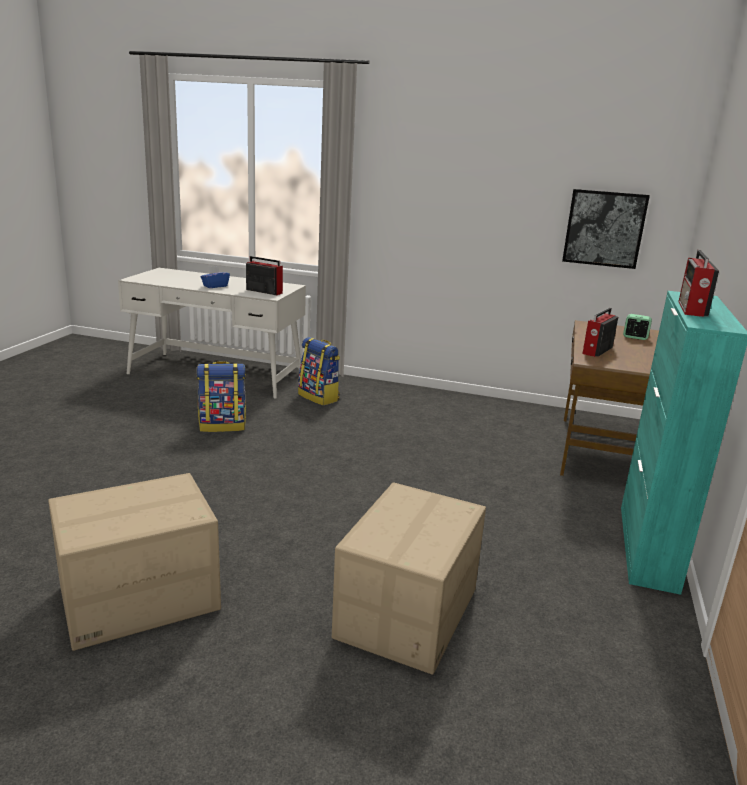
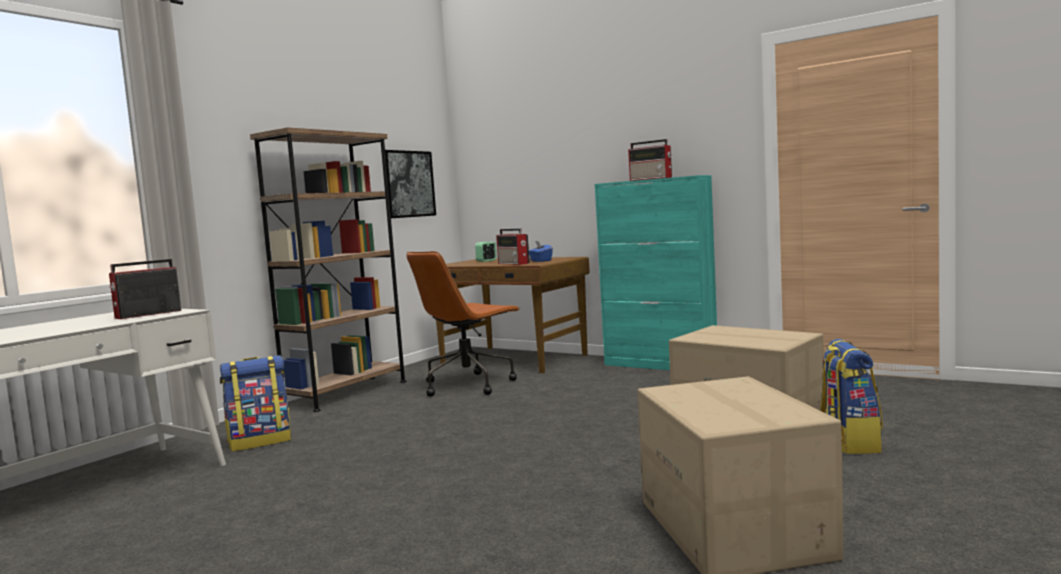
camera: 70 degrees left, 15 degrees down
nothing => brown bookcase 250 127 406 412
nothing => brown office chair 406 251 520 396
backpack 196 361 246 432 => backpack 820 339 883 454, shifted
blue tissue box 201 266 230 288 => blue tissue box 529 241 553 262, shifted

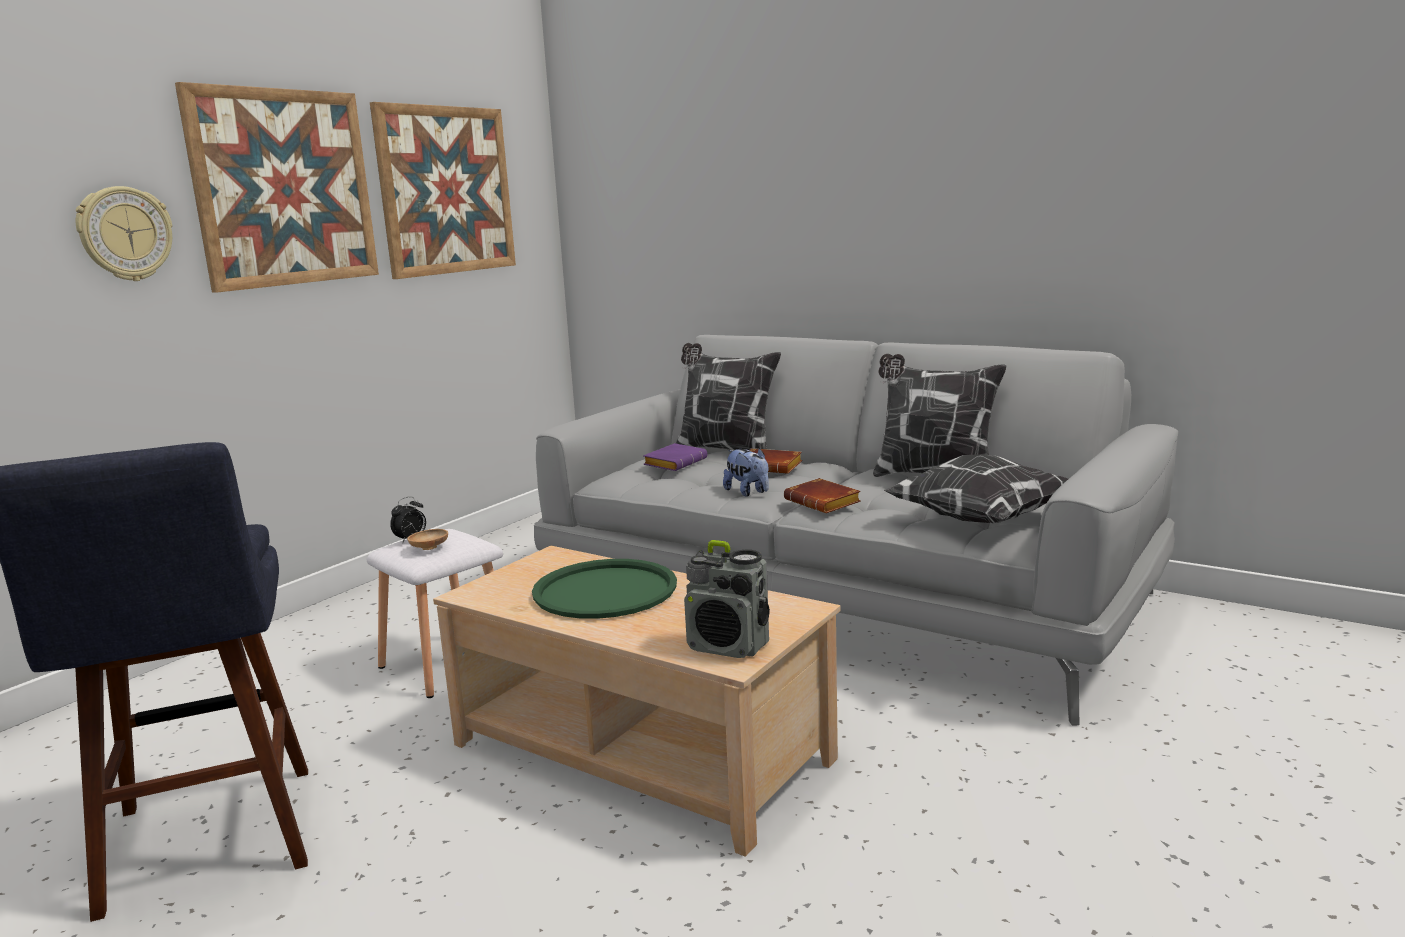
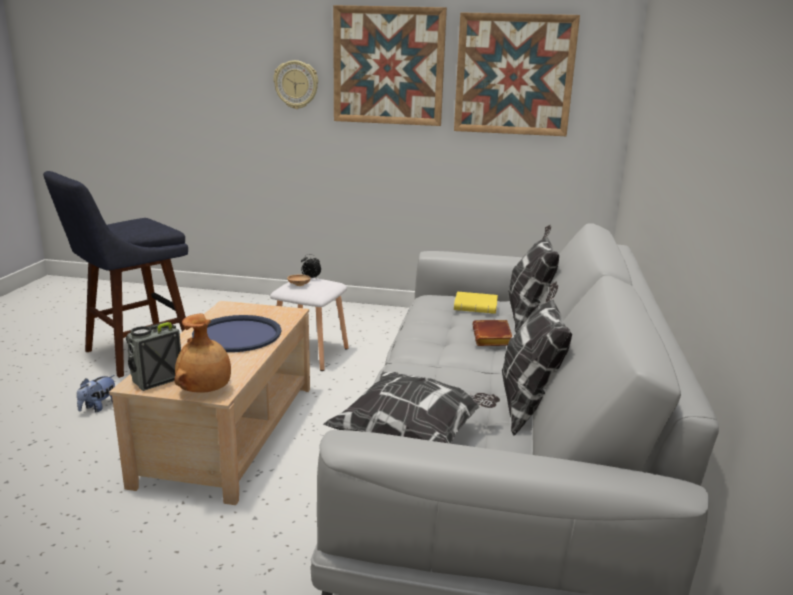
camera: 65 degrees right, 5 degrees up
brown book 784 478 861 513 => nothing
nothing => brown vase 174 313 231 393
plush toy 723 448 769 497 => plush toy 77 375 115 412, shifted
green tray 532 559 677 619 => blue tray 192 315 281 352
purple book 643 443 707 471 => yellow book 454 291 498 314
radio 684 540 770 658 => radio 126 322 181 391, 45 degrees clockwise

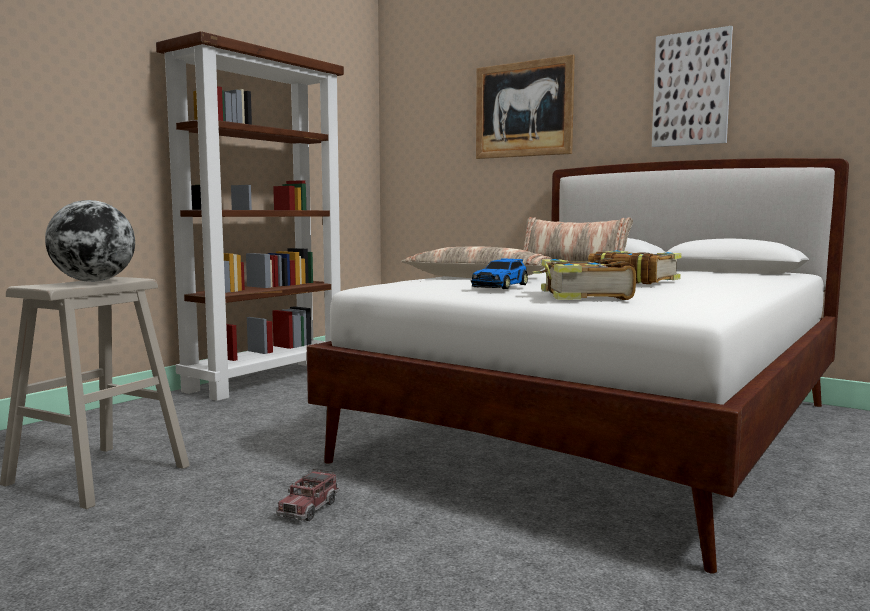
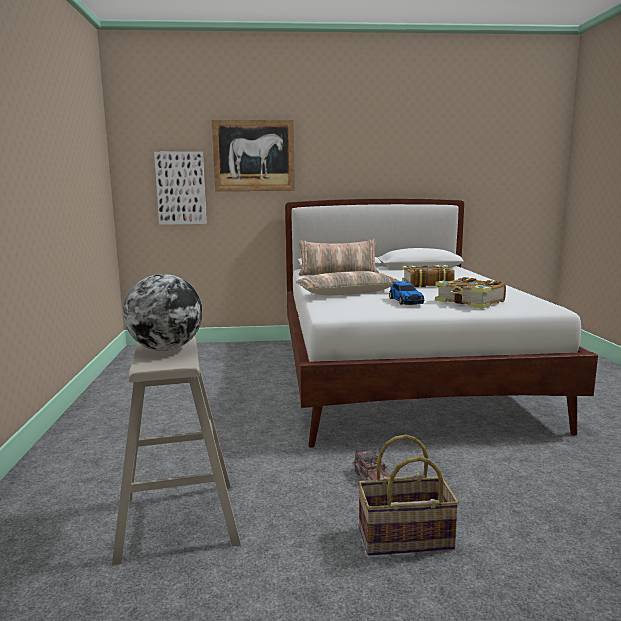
camera: 40 degrees left, 5 degrees up
brown bookcase 156 31 344 401 => nothing
nothing => basket 358 435 459 556
picture 652 26 733 147 => picture 154 151 207 225, shifted

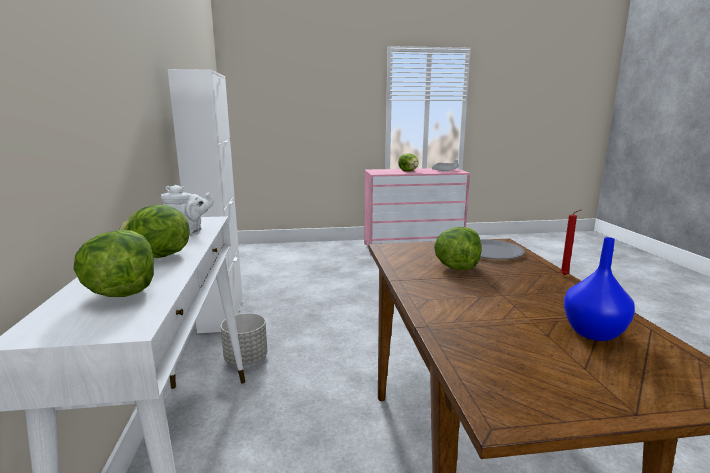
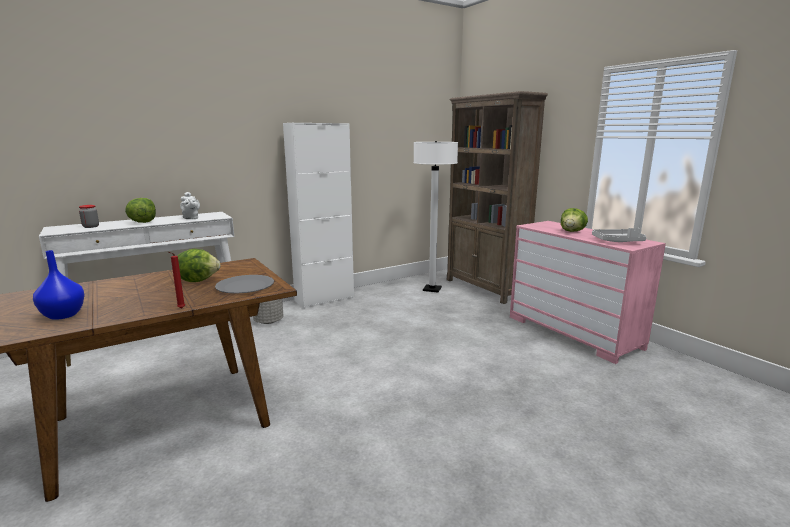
camera: 65 degrees right, 0 degrees up
nothing => white floor lamp 413 141 458 293
nothing => brown bookcase 447 91 548 304
lettuce 73 230 154 297 => jar 79 205 99 228

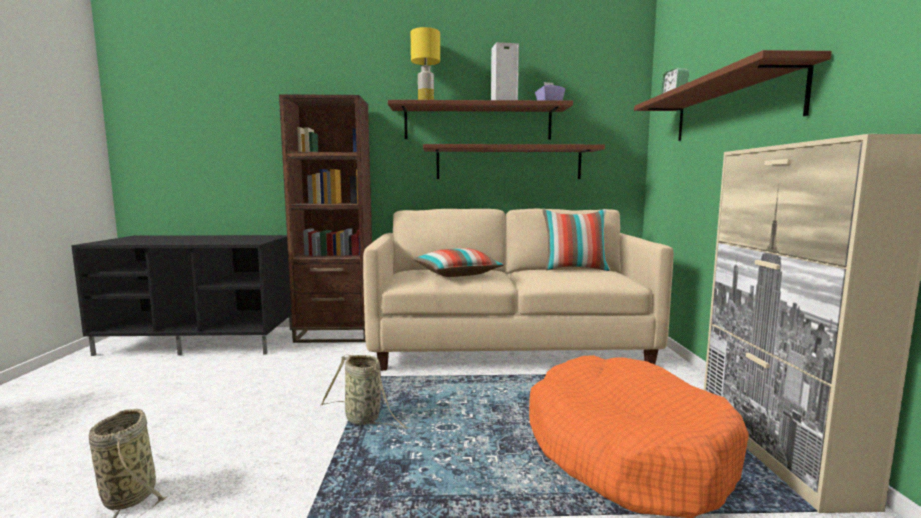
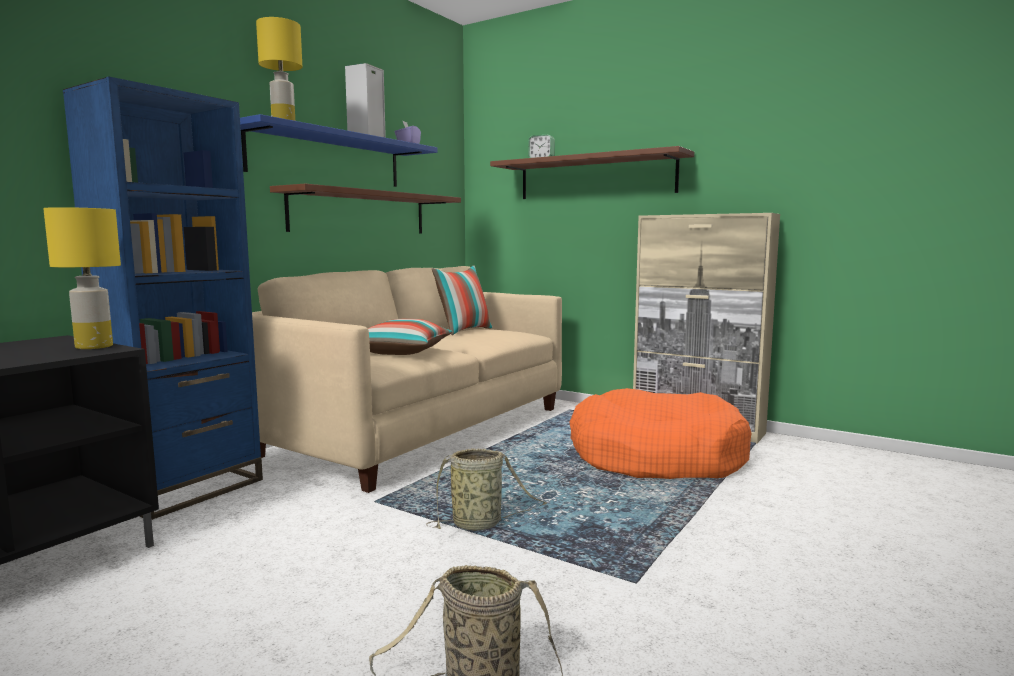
camera: 55 degrees left, 0 degrees up
nothing => yellow table lamp 43 207 121 349
brown bookcase 279 94 372 343 => blue bookcase 63 76 263 520
brown shelf 388 100 573 140 => blue shelf 240 114 438 187

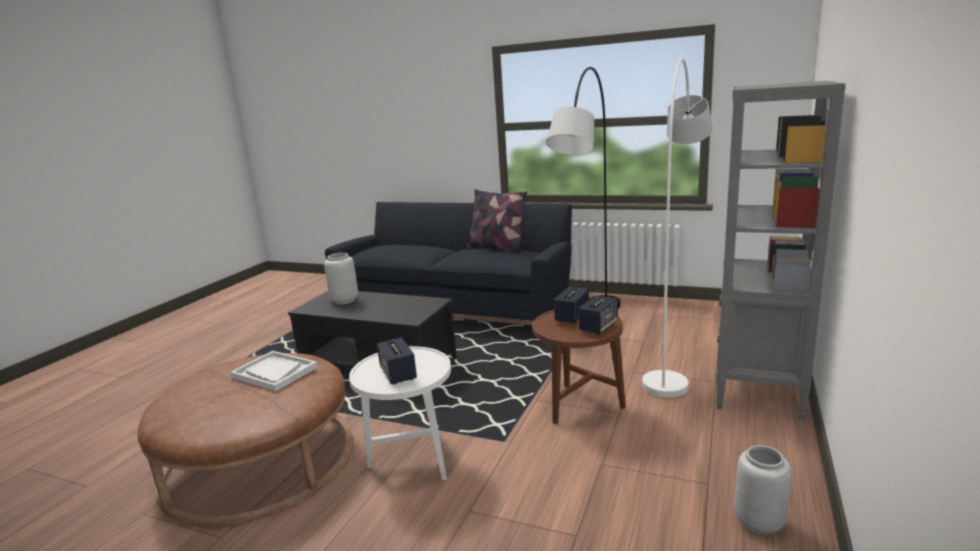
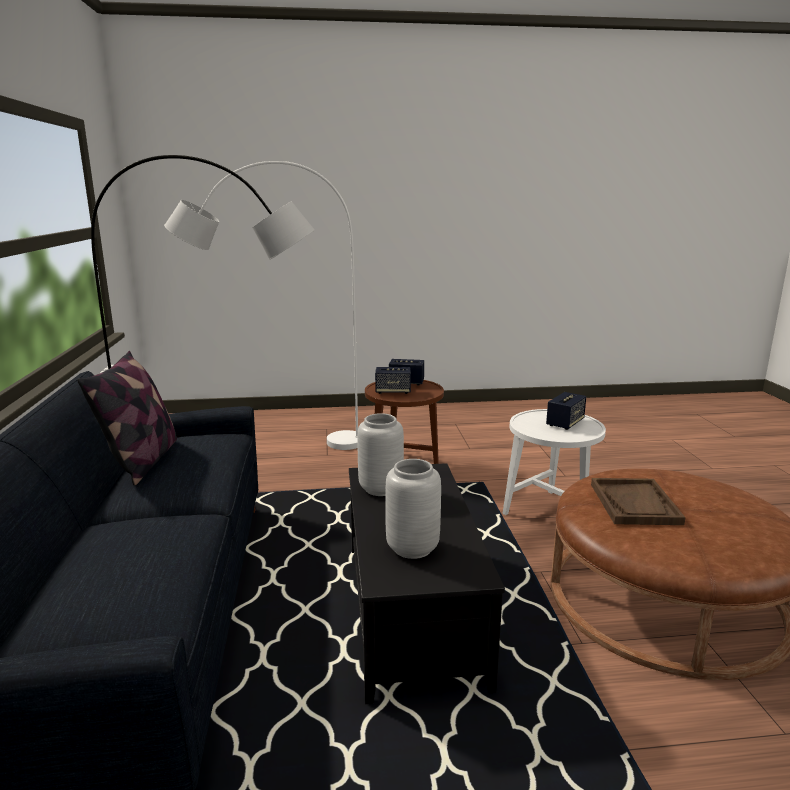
camera: 120 degrees left, 0 degrees up
grey bookcase 716 81 846 420 => nothing
grey vase 734 445 791 535 => grey vase 357 413 404 496, shifted
white tray 230 351 318 391 => brown tray 591 478 685 525

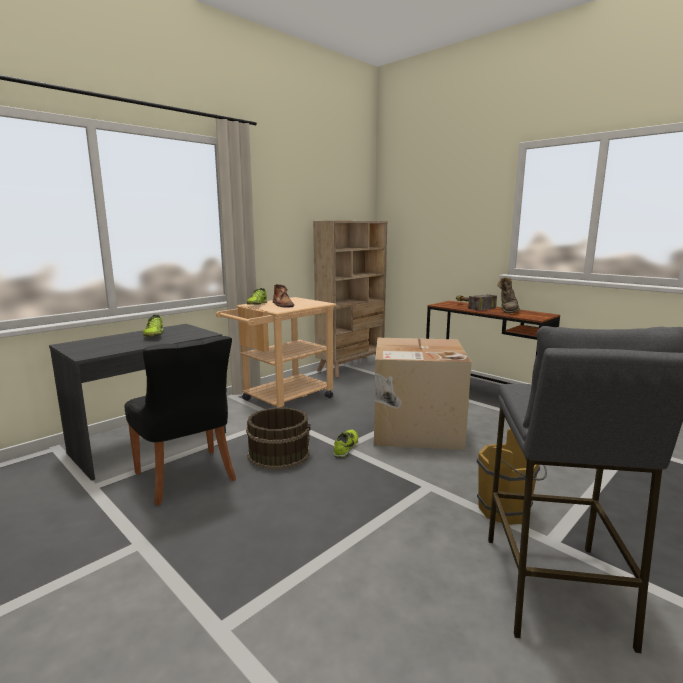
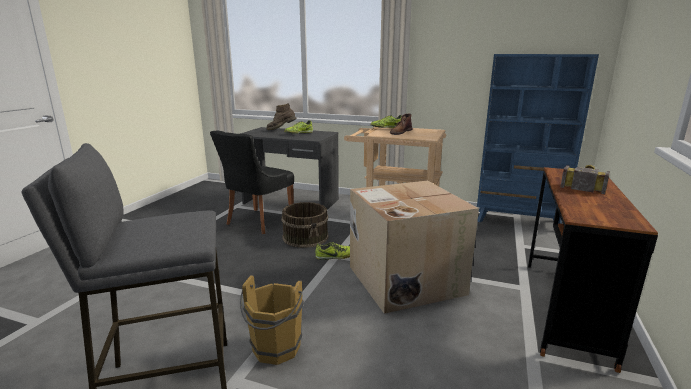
camera: 65 degrees right, 5 degrees up
brown boot 497 277 520 314 => brown boot 266 104 297 130, shifted
beige bookcase 313 221 387 377 => blue bookcase 477 54 599 224

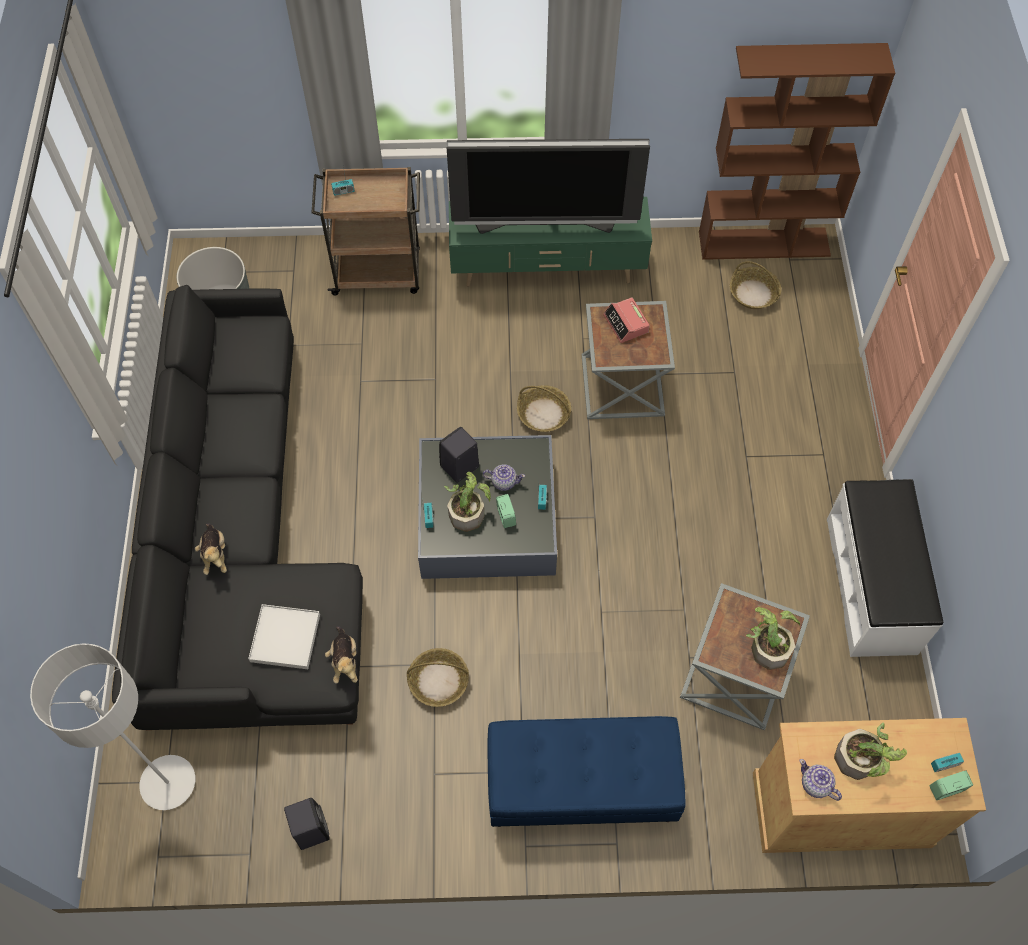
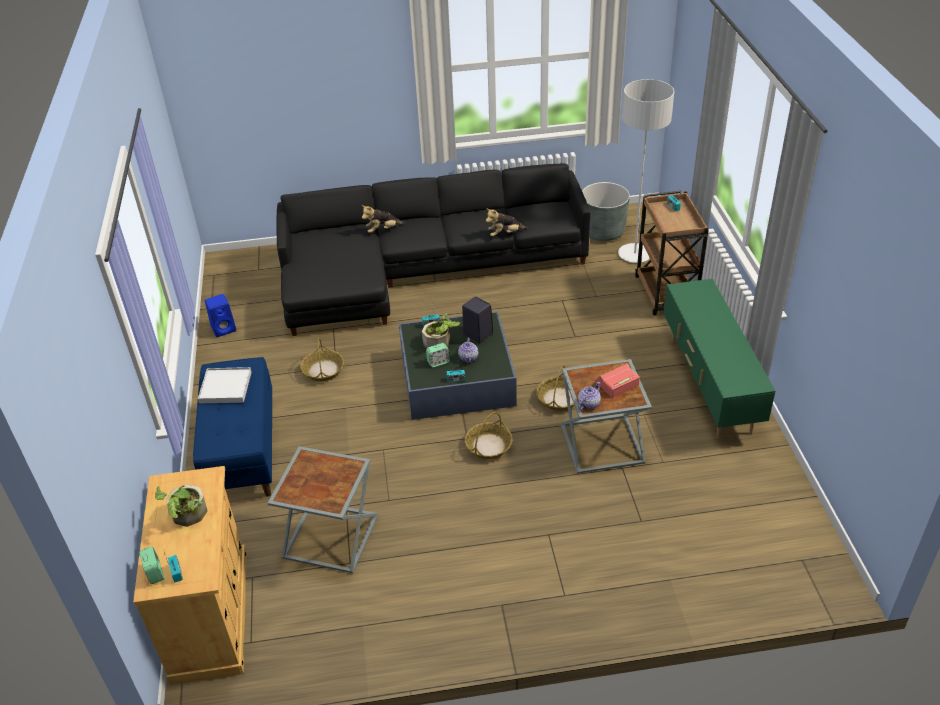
camera: 85 degrees right, 20 degrees down
television 447 139 650 234 => nothing
brown bookcase 699 43 895 260 => nothing
potted plant 746 607 800 670 => nothing
white bench 827 479 943 657 => nothing
grey floor lamp 30 643 195 810 => grey floor lamp 618 79 674 263, shifted
white tray 248 604 320 669 => white tray 198 367 252 404, shifted
plush toy 325 626 358 684 => plush toy 486 209 527 236, shifted
basket 730 261 781 309 => basket 465 412 513 459, shifted
teapot 799 759 842 801 => teapot 578 382 601 410, shifted
black speaker 284 798 330 850 => blue speaker 205 294 236 337

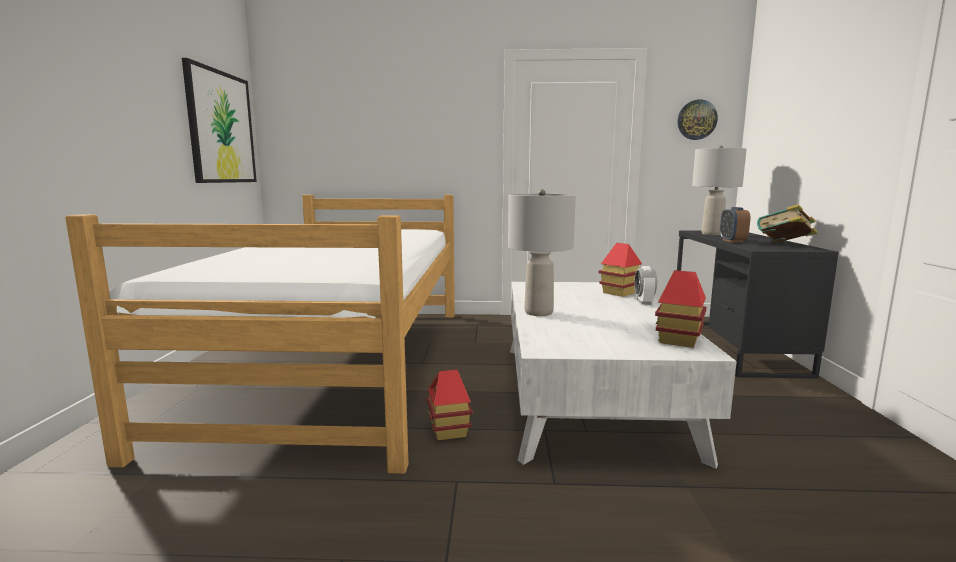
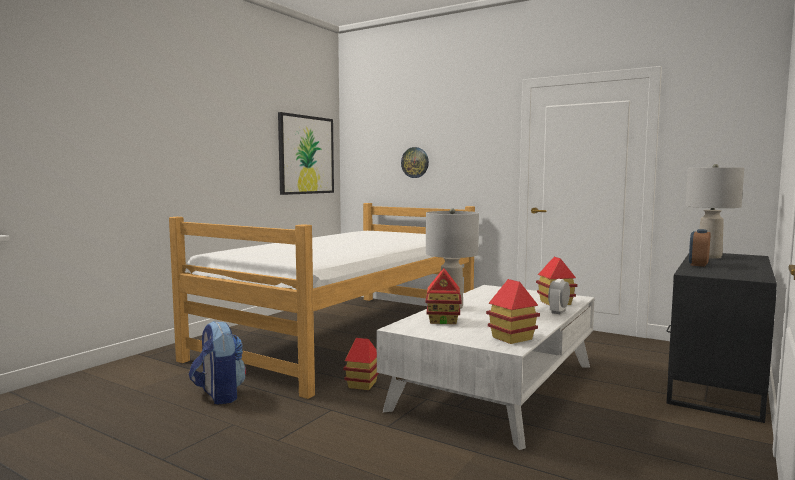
camera: 30 degrees right, 5 degrees down
book 757 204 817 243 => nothing
nothing => backpack 189 321 246 404
nothing => toy house 425 268 462 324
wall clock 677 100 718 140 => wall clock 401 147 429 178, shifted

